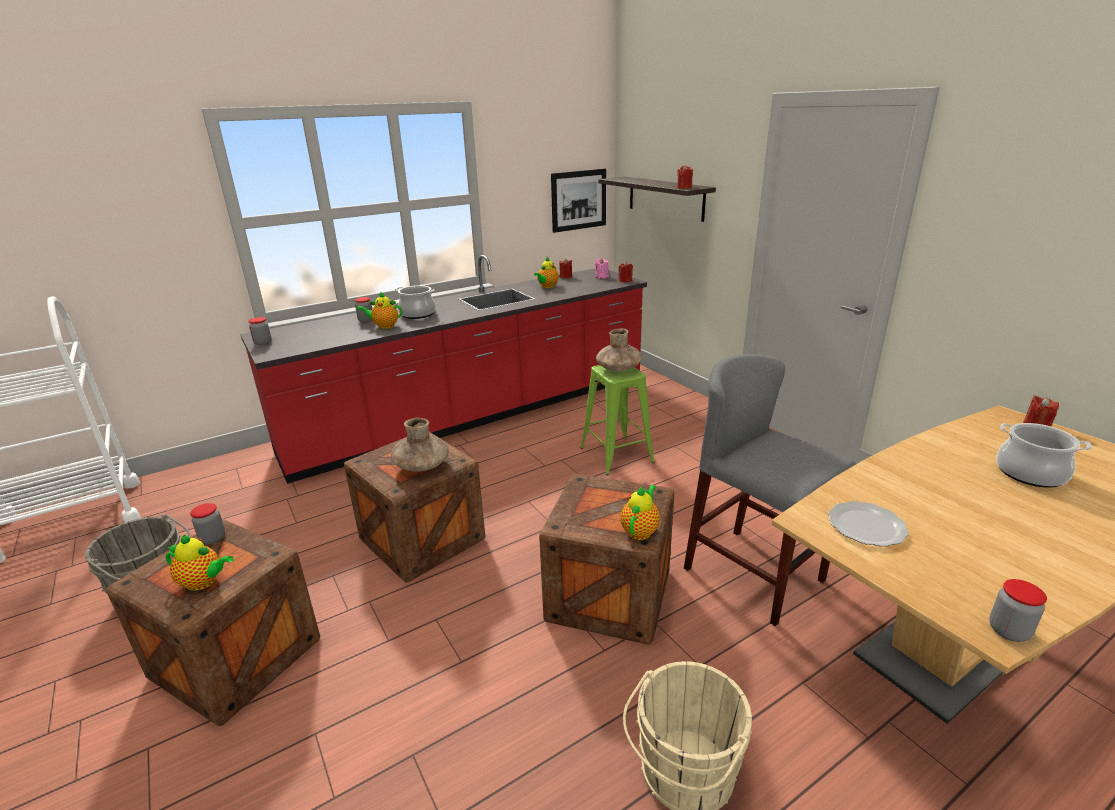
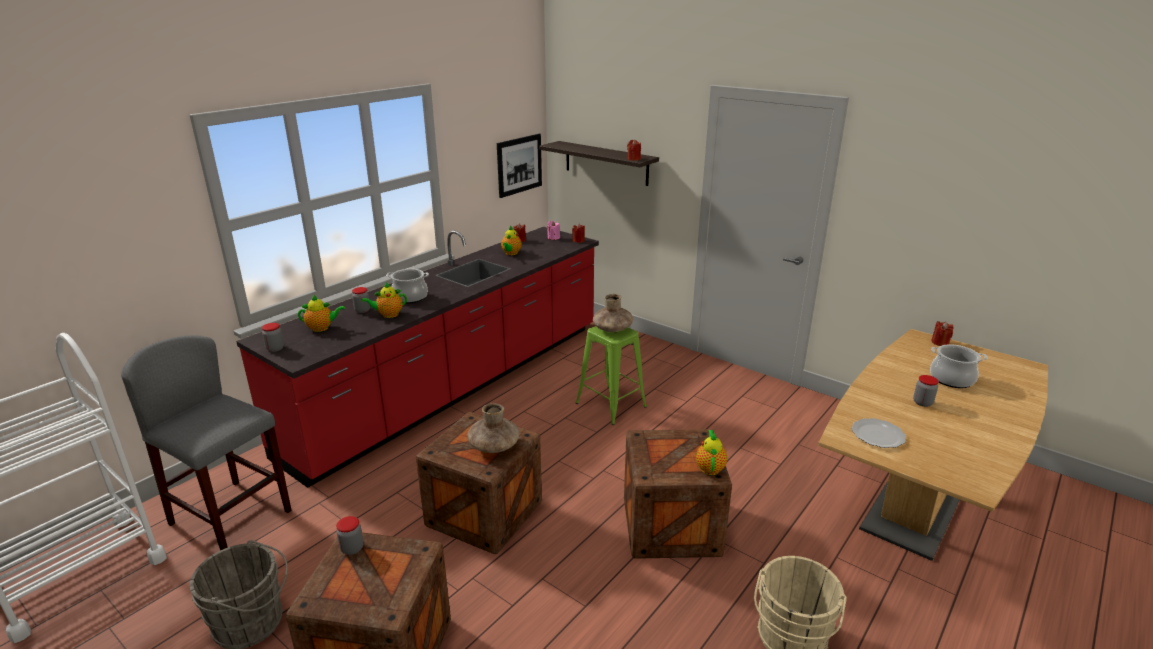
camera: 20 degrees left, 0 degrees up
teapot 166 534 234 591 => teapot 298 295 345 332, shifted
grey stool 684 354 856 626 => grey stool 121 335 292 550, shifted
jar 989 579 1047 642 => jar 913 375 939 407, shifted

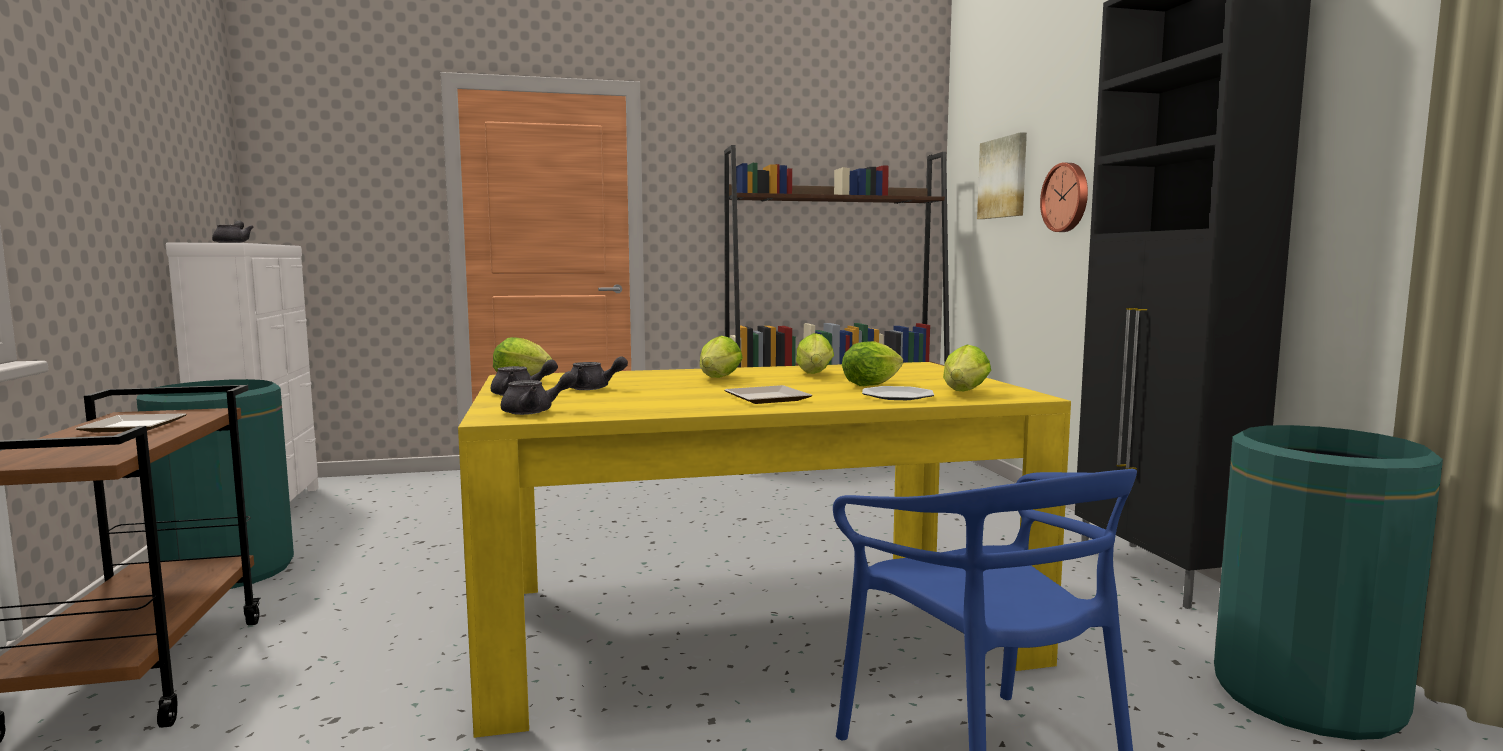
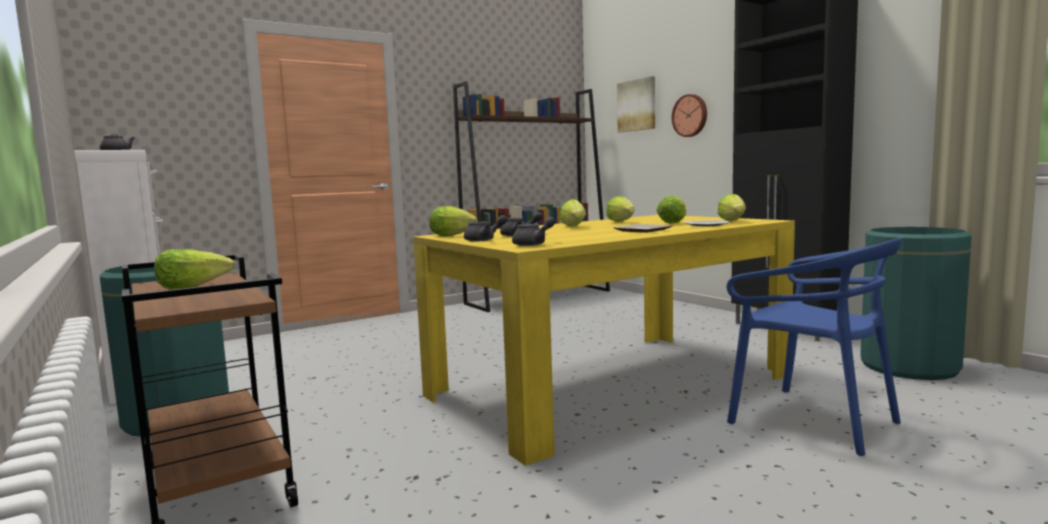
camera: 20 degrees left, 0 degrees up
plate 75 413 187 433 => lettuce 154 249 235 289

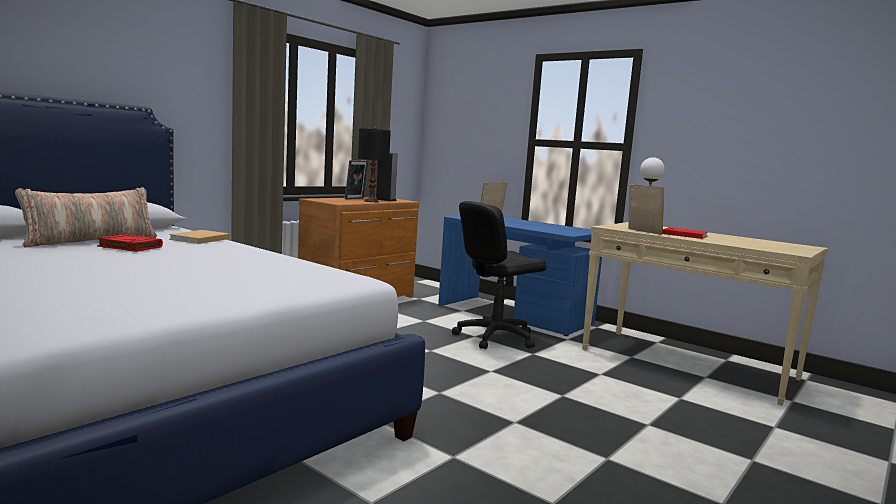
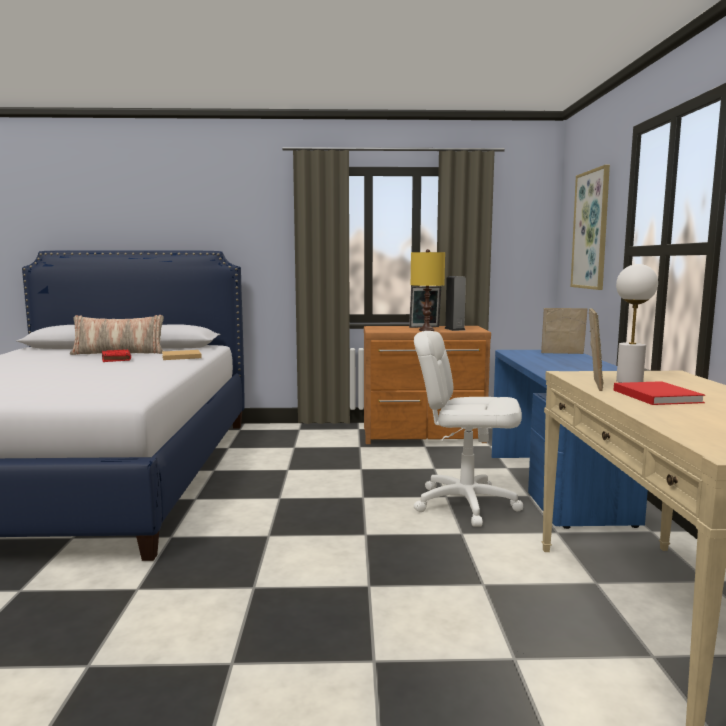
camera: 50 degrees right, 0 degrees up
nothing => picture 571 165 610 290
black table lamp 358 127 391 202 => yellow table lamp 411 249 445 331
black office chair 452 201 547 349 => white office chair 414 331 523 527

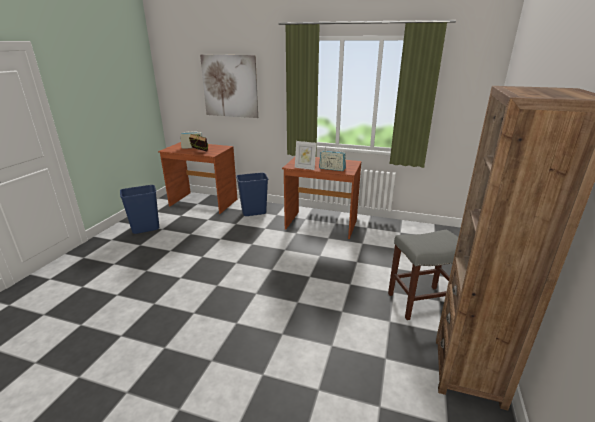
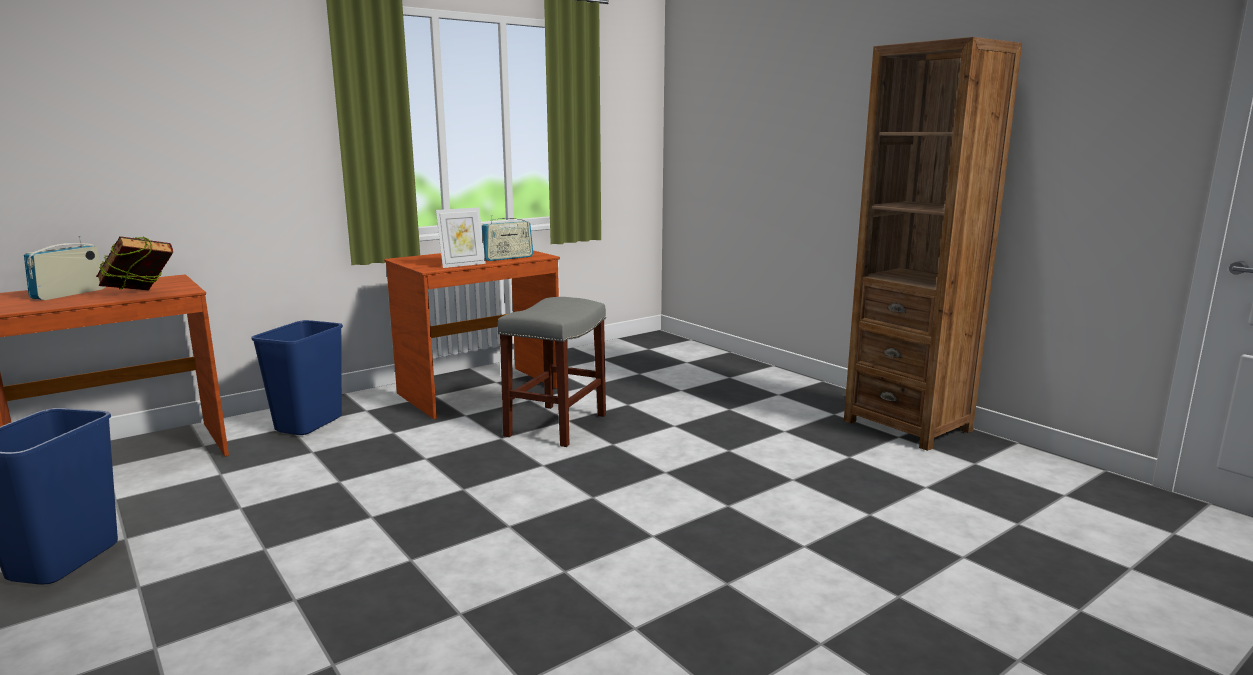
camera: 55 degrees left, 10 degrees down
picture 200 55 258 118 => nothing
grey stool 388 230 458 320 => grey stool 498 297 606 447, shifted

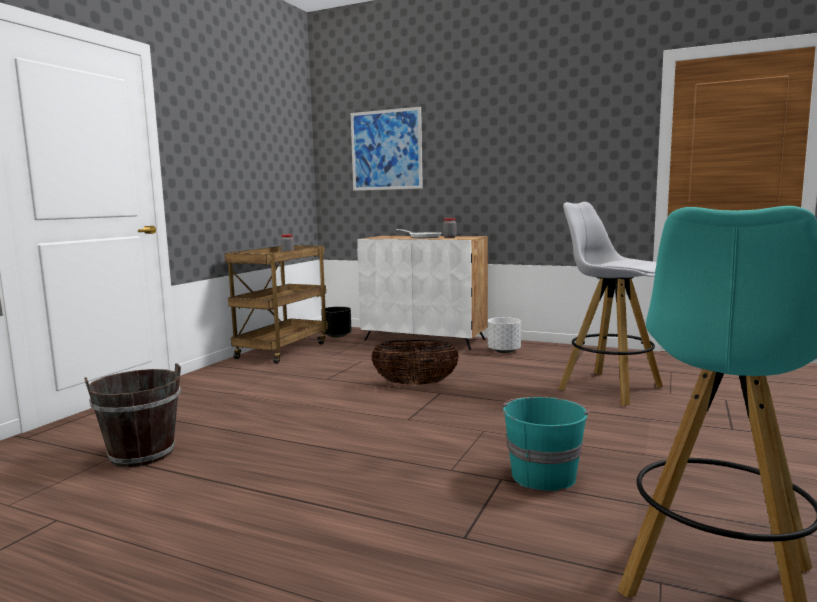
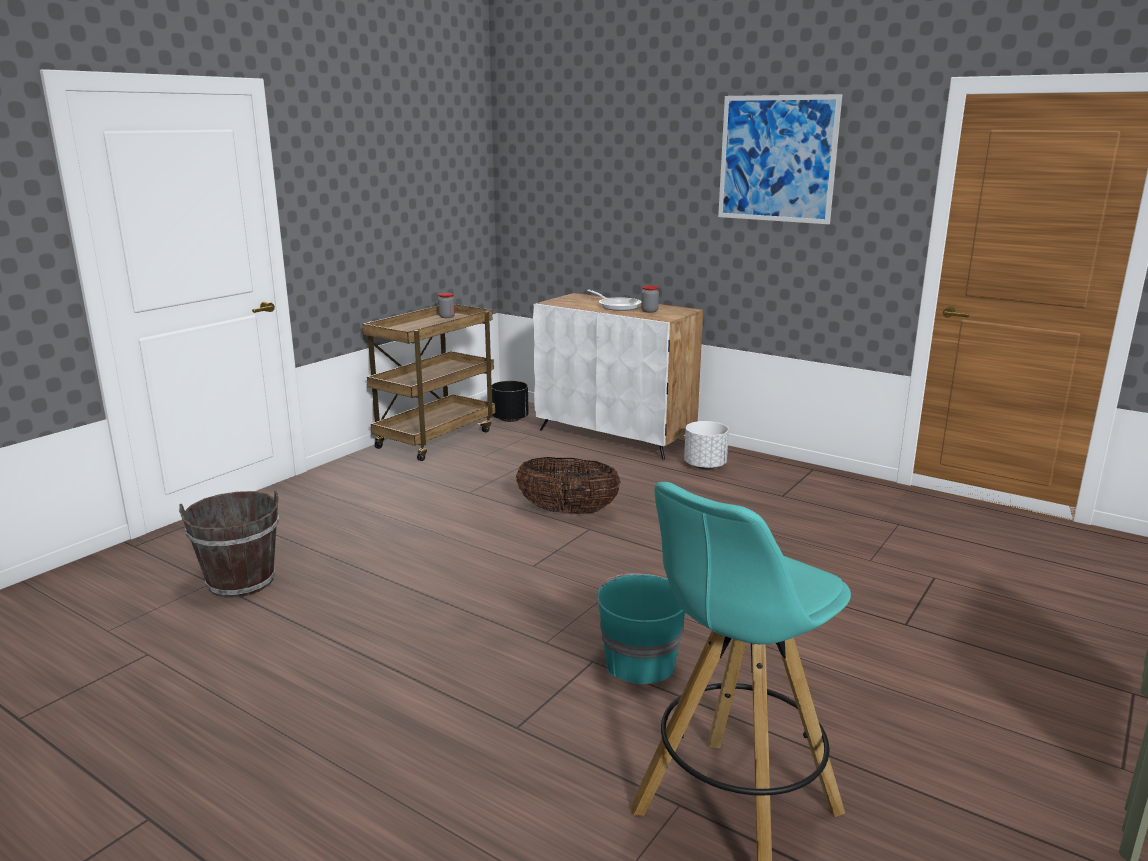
camera: 10 degrees right, 10 degrees up
white stool 559 202 663 406 => nothing
picture 351 107 423 191 => picture 718 94 842 224, shifted

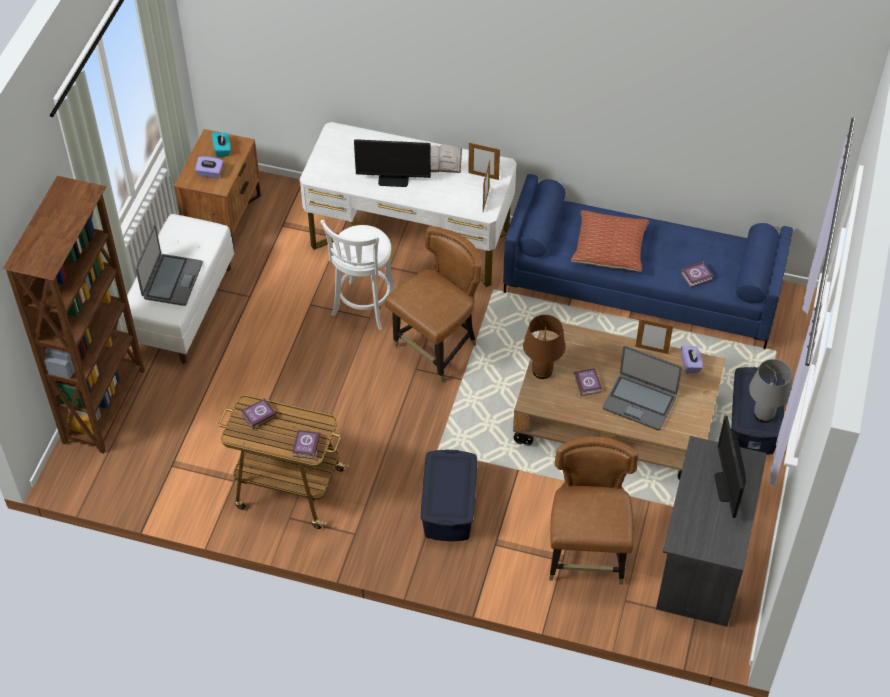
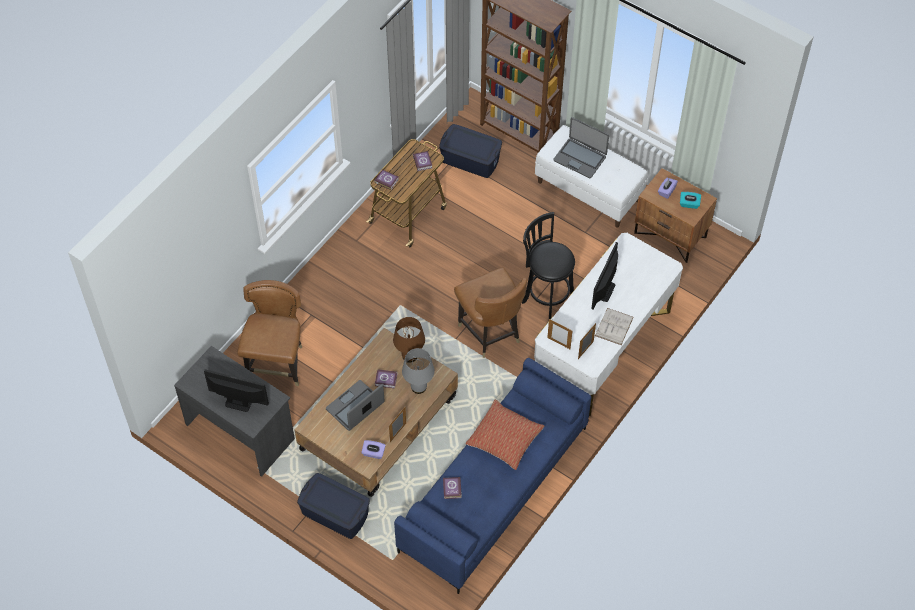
camera: 110 degrees right, 5 degrees up
blue storage box 421 449 477 541 => blue storage box 439 124 502 178, shifted
grey table lamp 749 359 792 423 => grey table lamp 402 348 435 394, shifted
white stool 321 220 395 330 => black stool 522 212 575 319
brown chair 549 436 638 585 => brown chair 237 280 302 386, 105 degrees counterclockwise

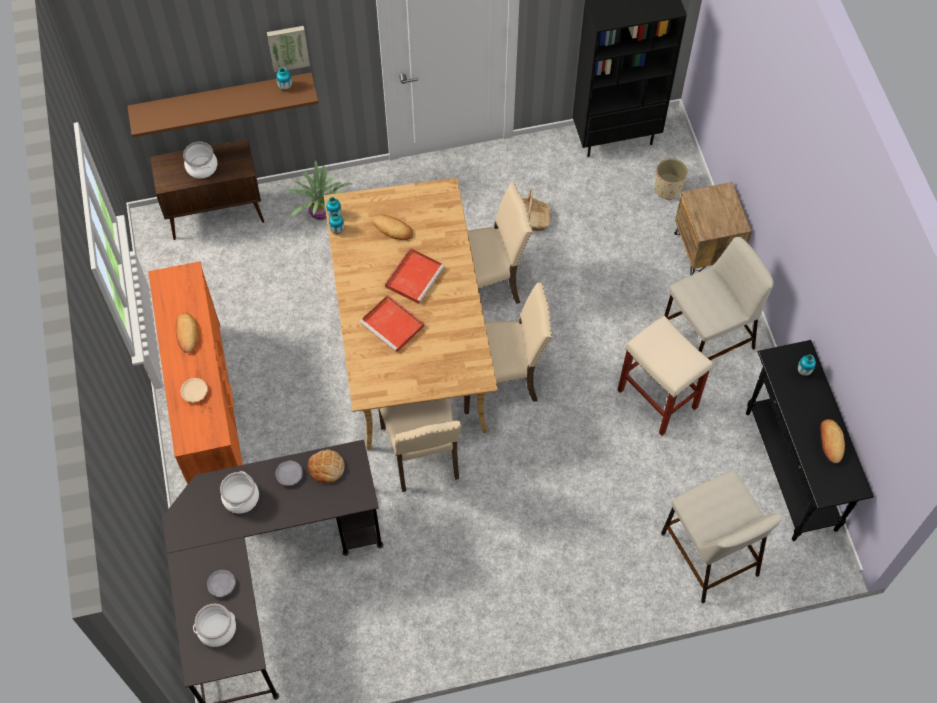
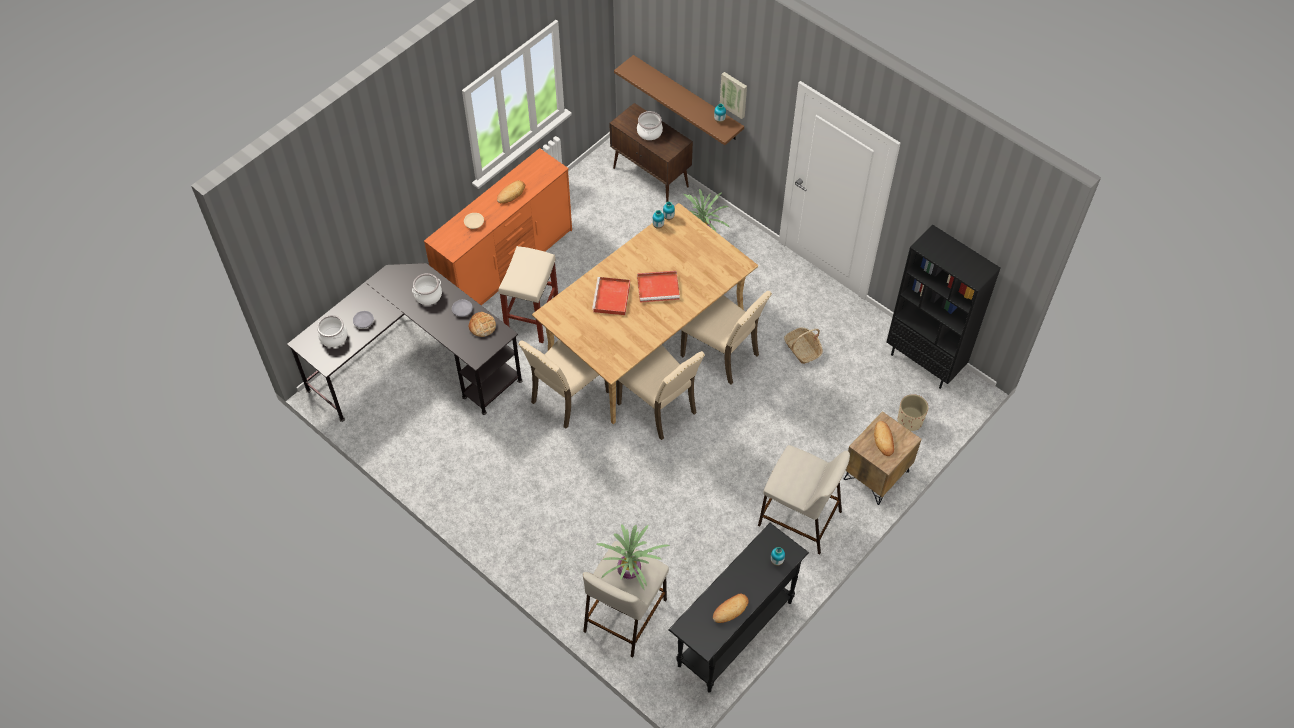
camera: 55 degrees right, 5 degrees down
nothing => potted plant 597 524 670 591
bread 372 214 413 240 => bread 874 421 894 456, shifted
beige stool 618 315 713 436 => beige stool 499 246 558 343, shifted

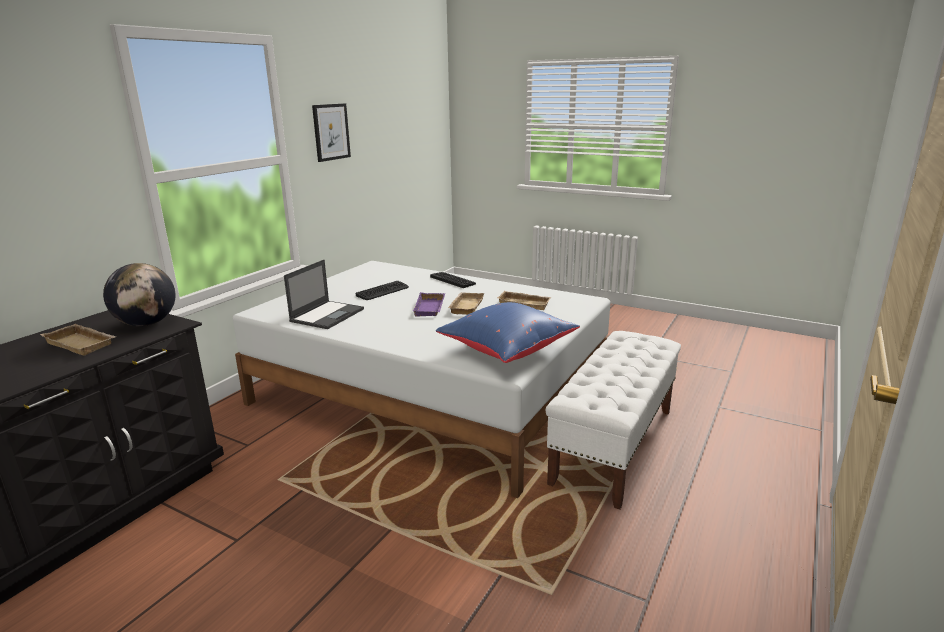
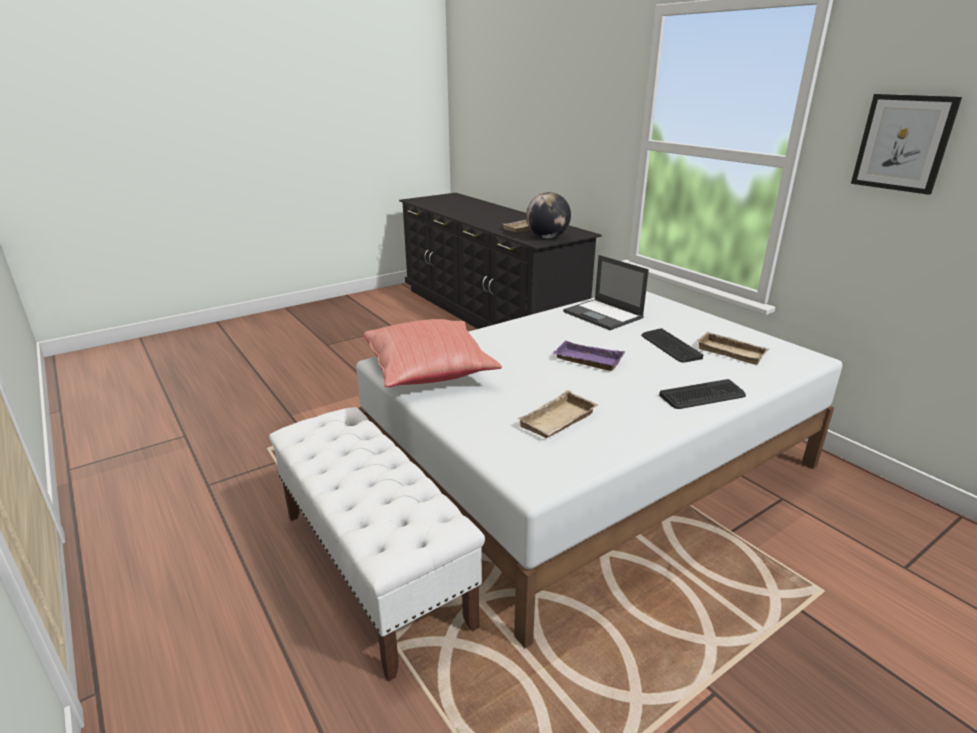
camera: 115 degrees right, 5 degrees up
beige tray 448 293 485 315 => beige tray 696 332 769 365, shifted
blue pillow 436 302 580 363 => red pillow 364 319 502 387

